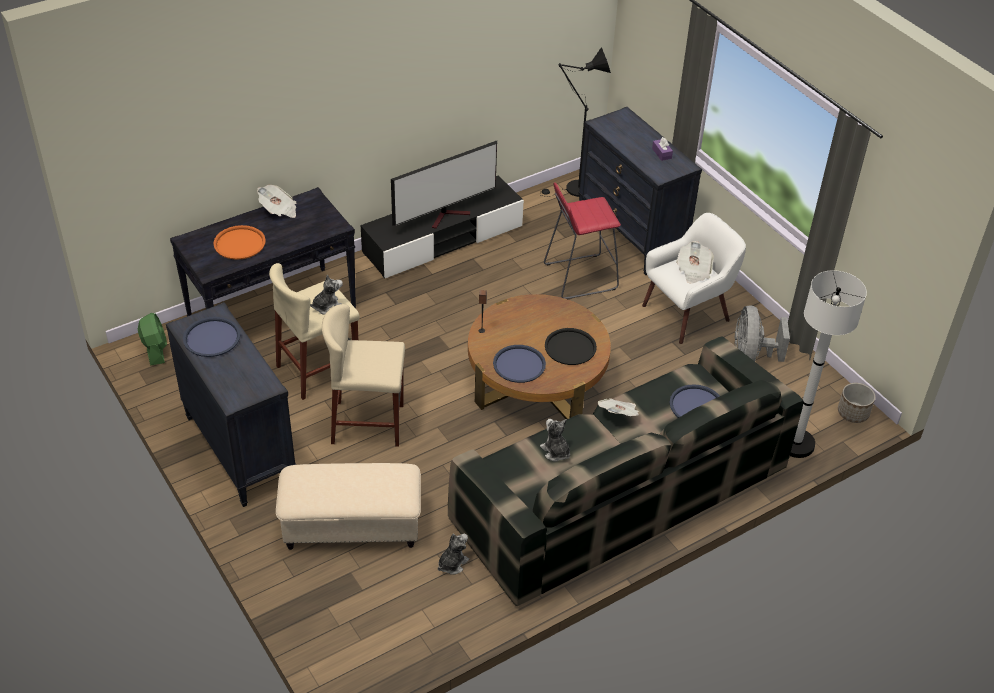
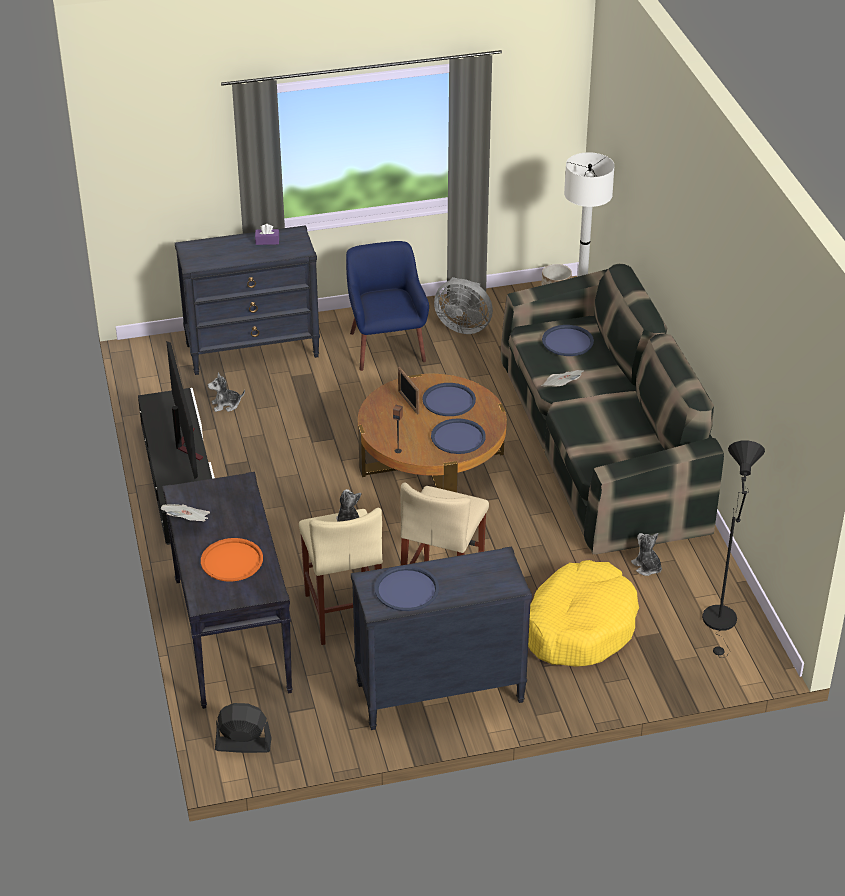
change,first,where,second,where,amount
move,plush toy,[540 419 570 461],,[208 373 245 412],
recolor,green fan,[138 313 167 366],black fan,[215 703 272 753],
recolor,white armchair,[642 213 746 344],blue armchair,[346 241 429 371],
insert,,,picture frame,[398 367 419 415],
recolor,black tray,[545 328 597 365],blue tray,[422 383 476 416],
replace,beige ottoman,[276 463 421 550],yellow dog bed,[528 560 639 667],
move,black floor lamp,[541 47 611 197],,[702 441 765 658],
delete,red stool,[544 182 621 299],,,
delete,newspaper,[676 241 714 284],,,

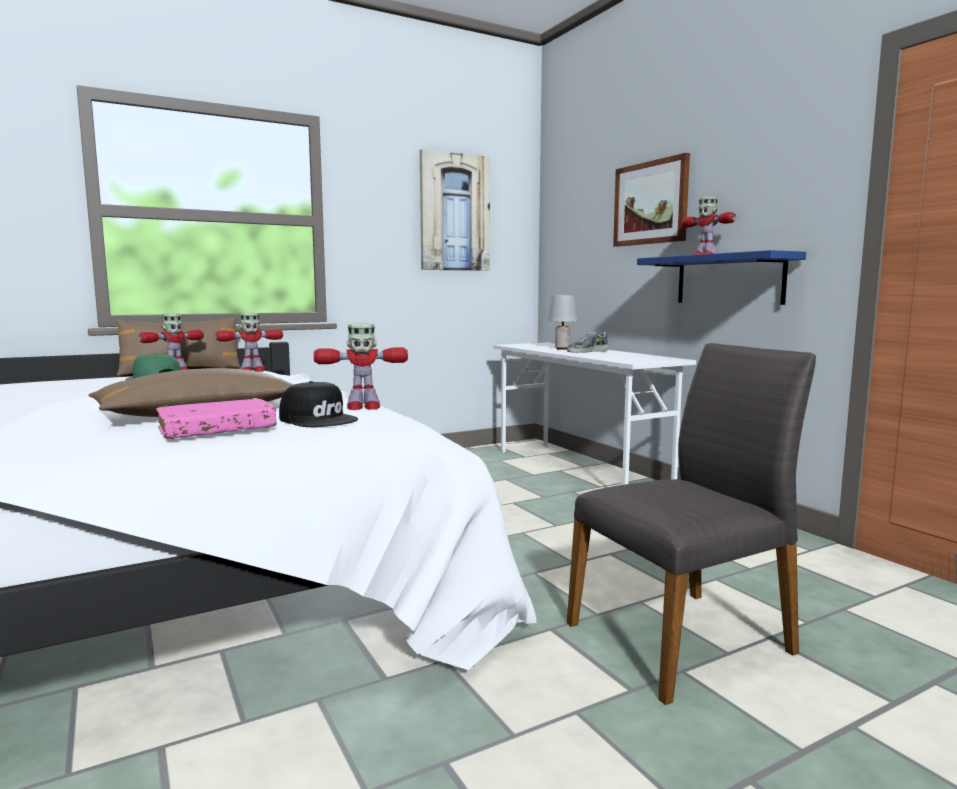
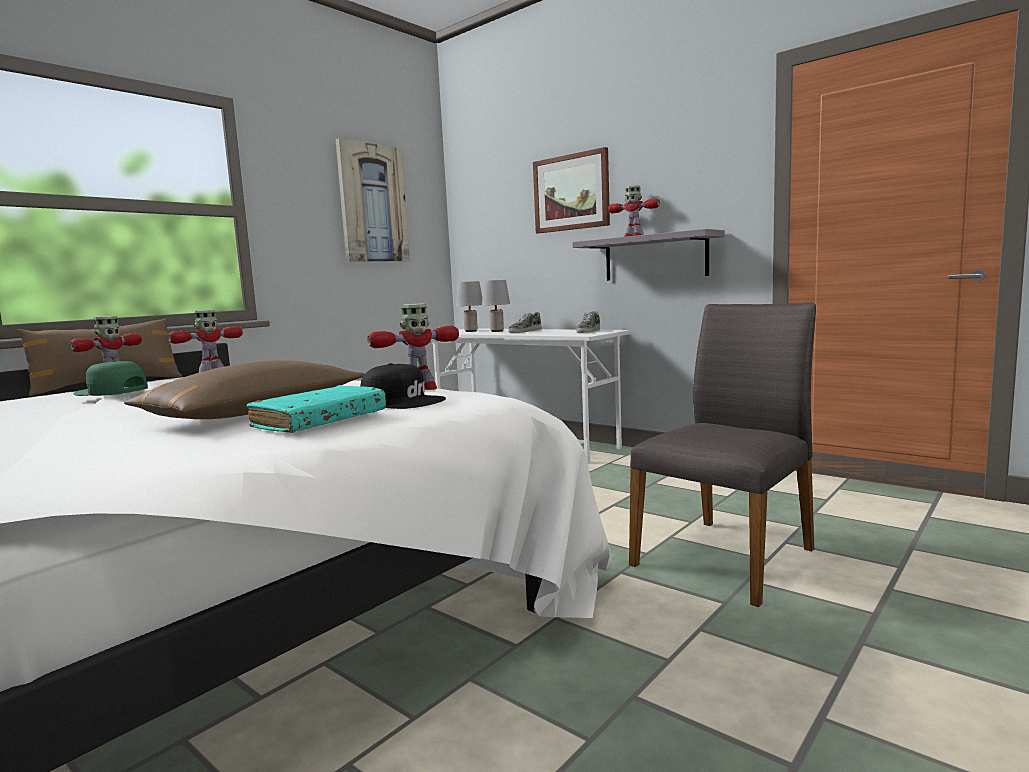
change,first,where,second,where,amount
recolor,pink book,[156 398 277 439],turquoise book,[246 385 386 433],
insert,,,grey table lamp,[456 281 482 332],
recolor,blue shelf,[637 250 806 305],grey shelf,[572 229 725 281],
insert,,,shoe,[577 311 600 333],

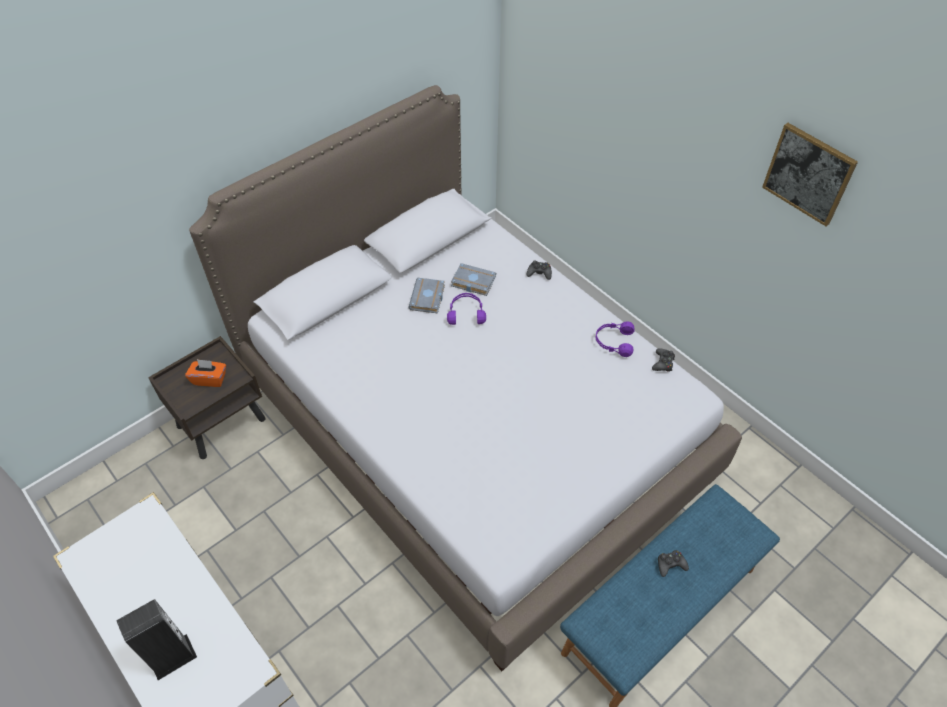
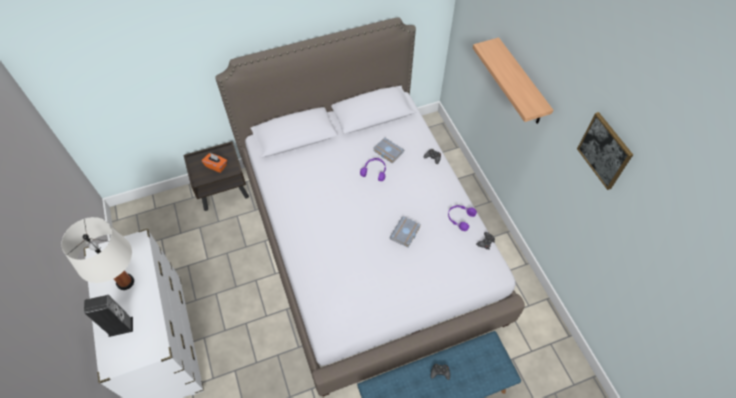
change,first,where,second,where,amount
insert,,,white table lamp,[61 217 134 290],
move,grey book,[408 278 445 313],,[389 216 421 248],
insert,,,shelf,[473 38 553 124],

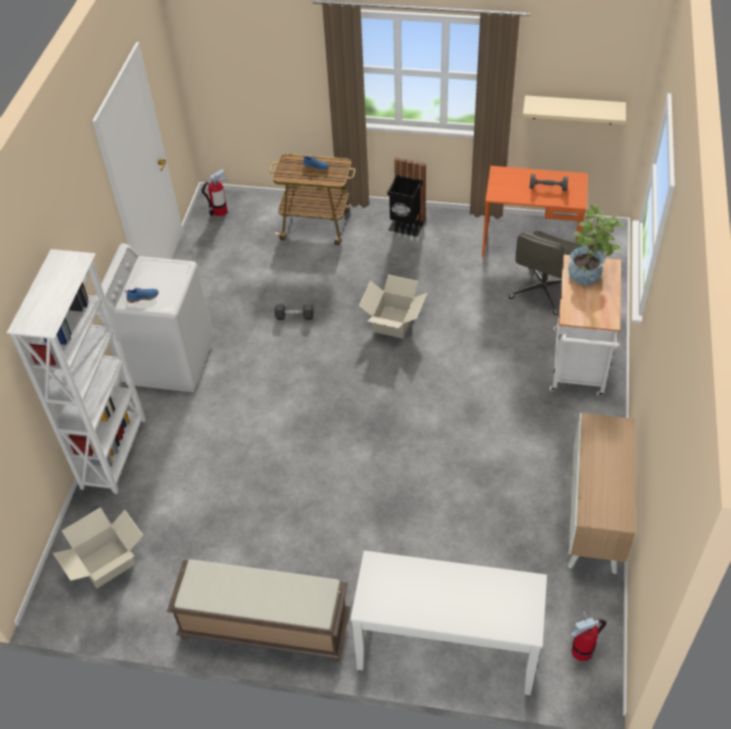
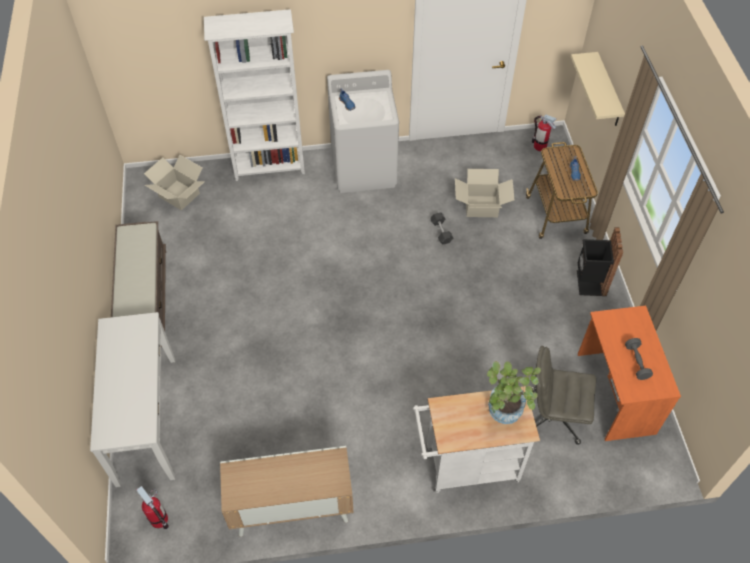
change,first,where,second,where,amount
move,cardboard box,[359 275 427 339],,[455 169 514 217],
move,beige shelf,[523 95 626 125],,[571 52 625 126],

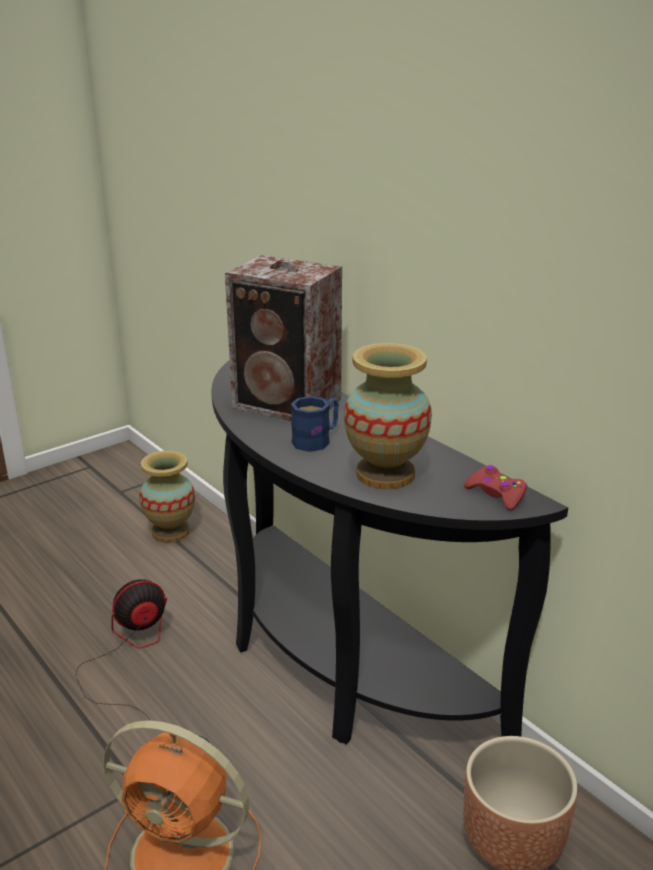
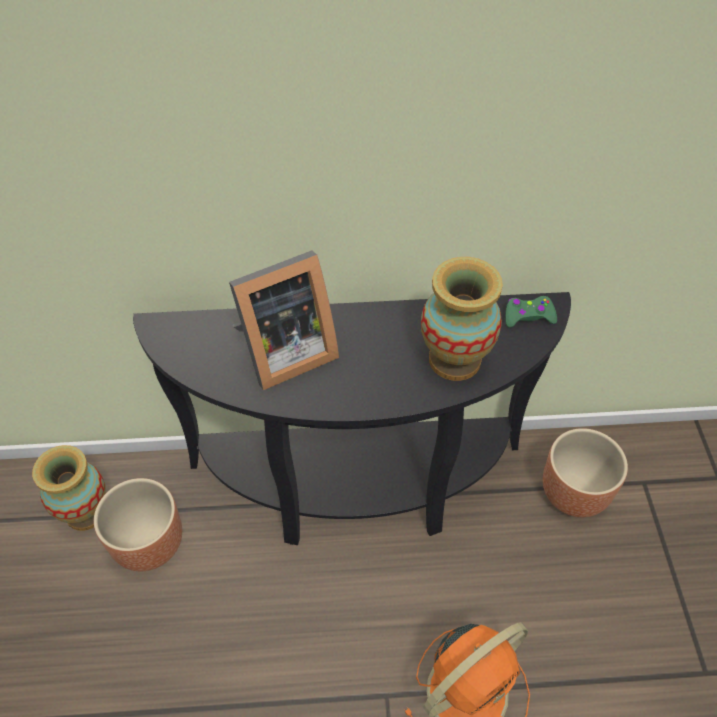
change,first,where,second,where,amount
insert,,,brown planter,[94 478 182 571],
replace,speaker,[225 255 342 421],picture frame,[229 250 339 390],
recolor,red game controller,[464 465 528 511],green game controller,[505 296 557 328],
delete,fan,[75 579 167 720],,,
delete,blue mug,[291 396 339 452],,,

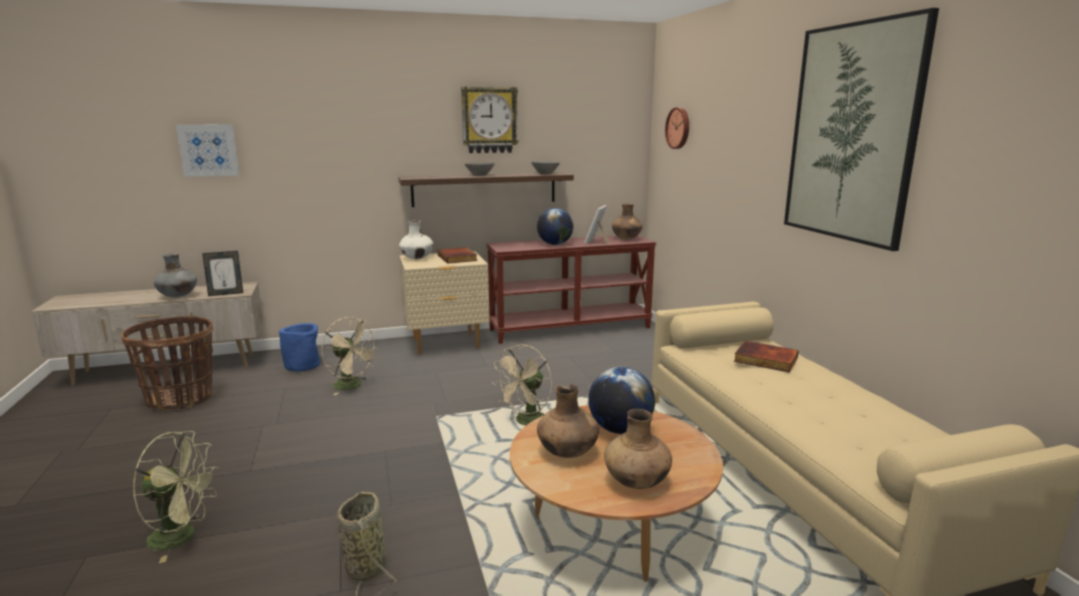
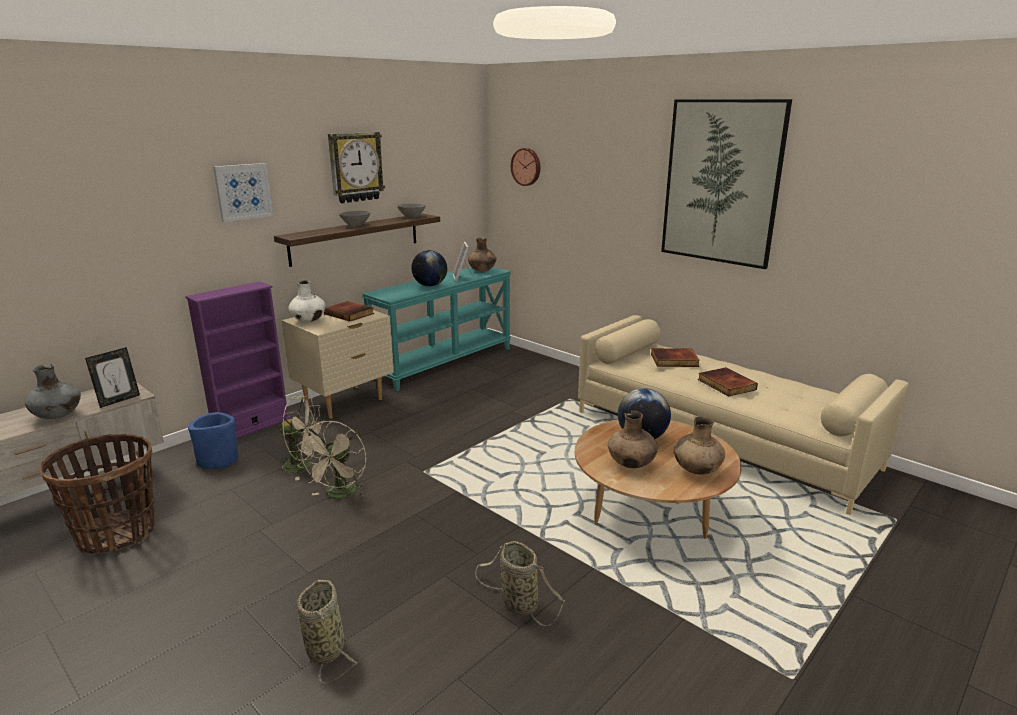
change,first,where,second,where,amount
insert,,,purple bookcase,[185 281 291 439],
move,picture,[176 125 239 177],,[213 163 273 222],
move,beige fan,[492 344 552 426],,[297 421 368 499],
replace,green fan,[133 431 219 563],basket,[297 580 359 684],
recolor,brown console table,[486 235 656 344],turquoise console table,[362 267 511 391],
insert,,,book,[698 368 758 397],

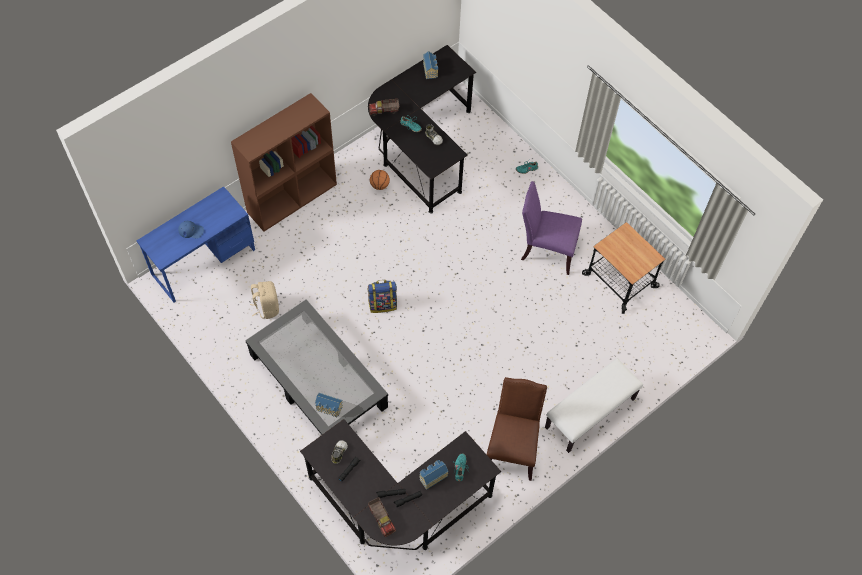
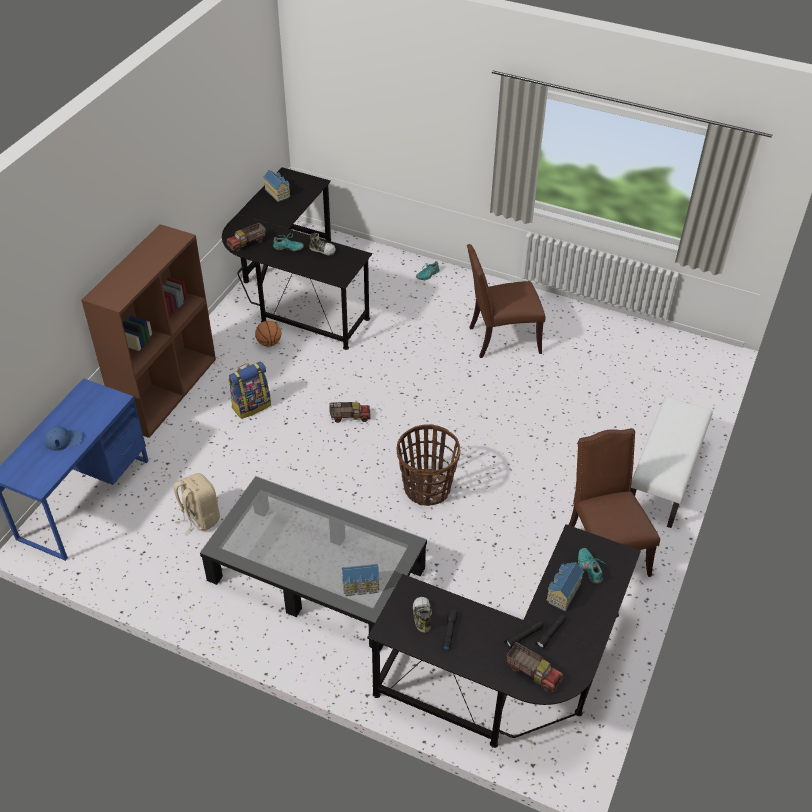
change,first,where,second,where,amount
move,backpack,[367 280 397 313],,[228 361 271 419],
insert,,,toy truck,[330 402 370 423],
insert,,,basket,[397 425 460 506],
recolor,purple chair,[521 181 582 275],brown chair,[467 244 546 358],
delete,cart,[582 222 666 314],,,

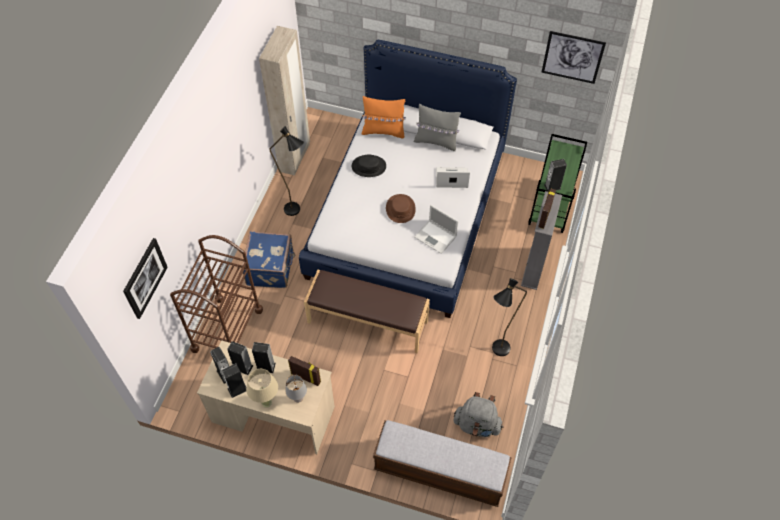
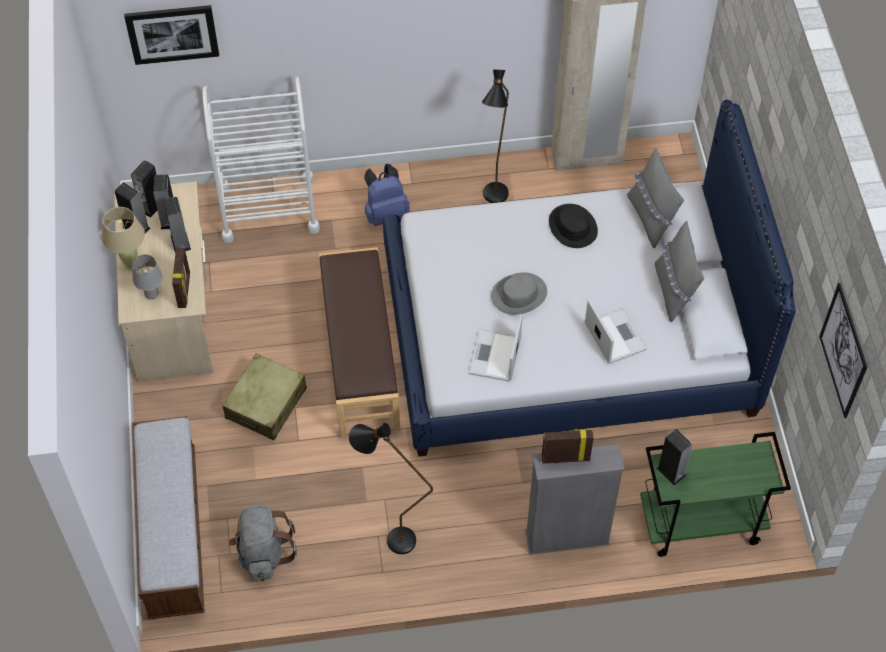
change,first,where,second,where,amount
recolor,brown cart,[170 235 263 353],white cart,[202 77 320 243],
insert,,,beige suitcase,[223 353 307 440],
replace,blue suitcase,[242 231 296 288],blue backpack,[364 164 410 226],
recolor,brown hat,[386 194 416 223],grey hat,[491 272 547 315],
recolor,orange pillow,[361 96 406 138],grey pillow,[627 148 684 248],

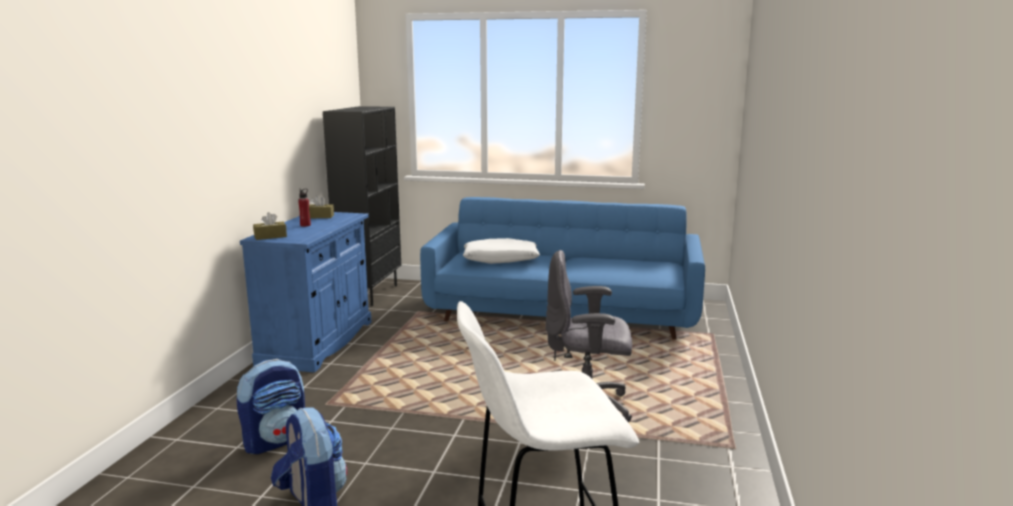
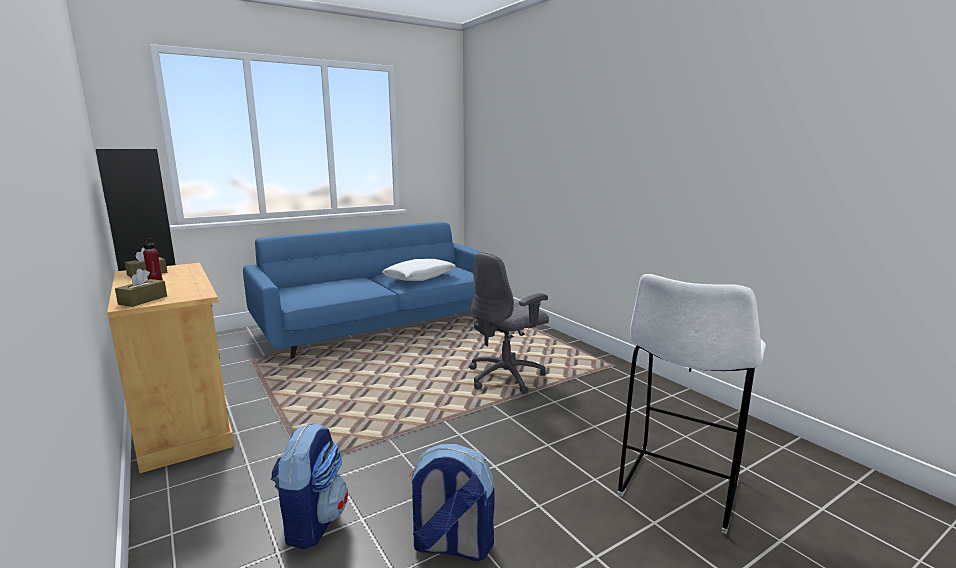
change,first,where,second,where,amount
recolor,blue cabinet,[240 212 371 372],beige cabinet,[107 263 235 473],
move,white pillow,[463 238 540 264],,[382 259 456 281],

